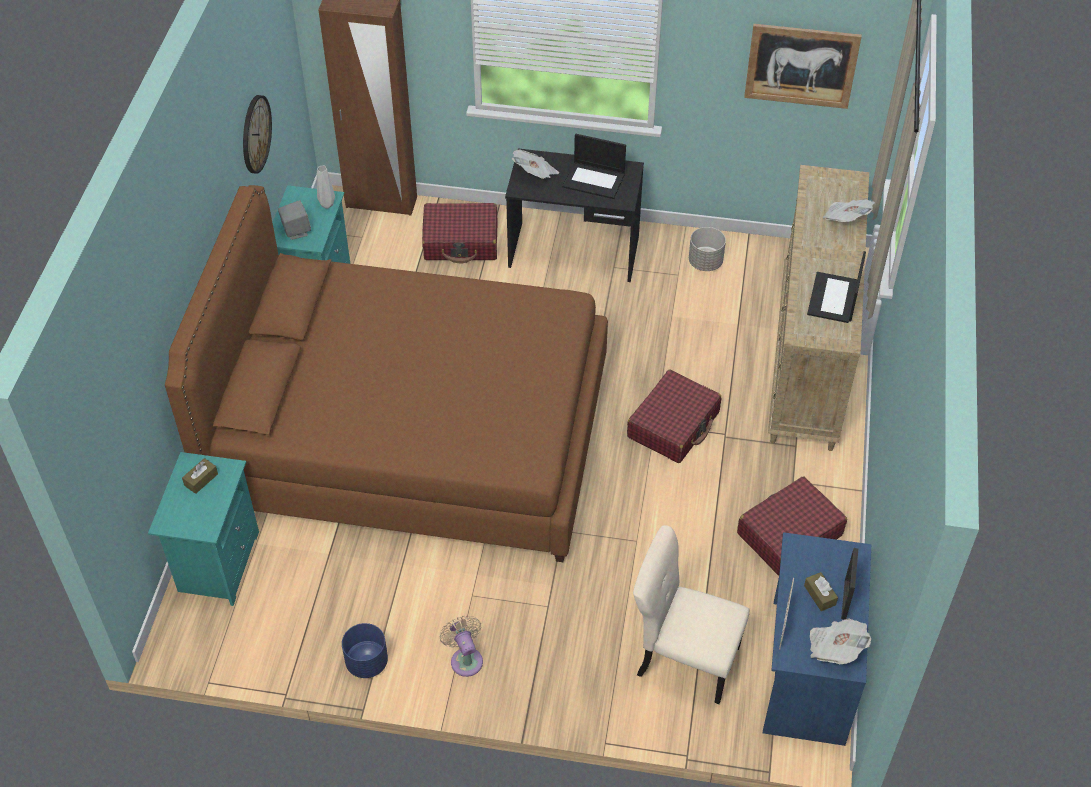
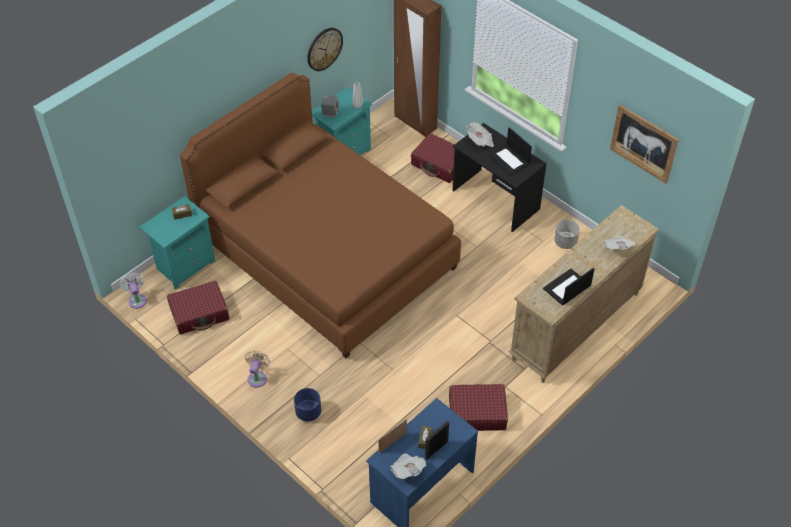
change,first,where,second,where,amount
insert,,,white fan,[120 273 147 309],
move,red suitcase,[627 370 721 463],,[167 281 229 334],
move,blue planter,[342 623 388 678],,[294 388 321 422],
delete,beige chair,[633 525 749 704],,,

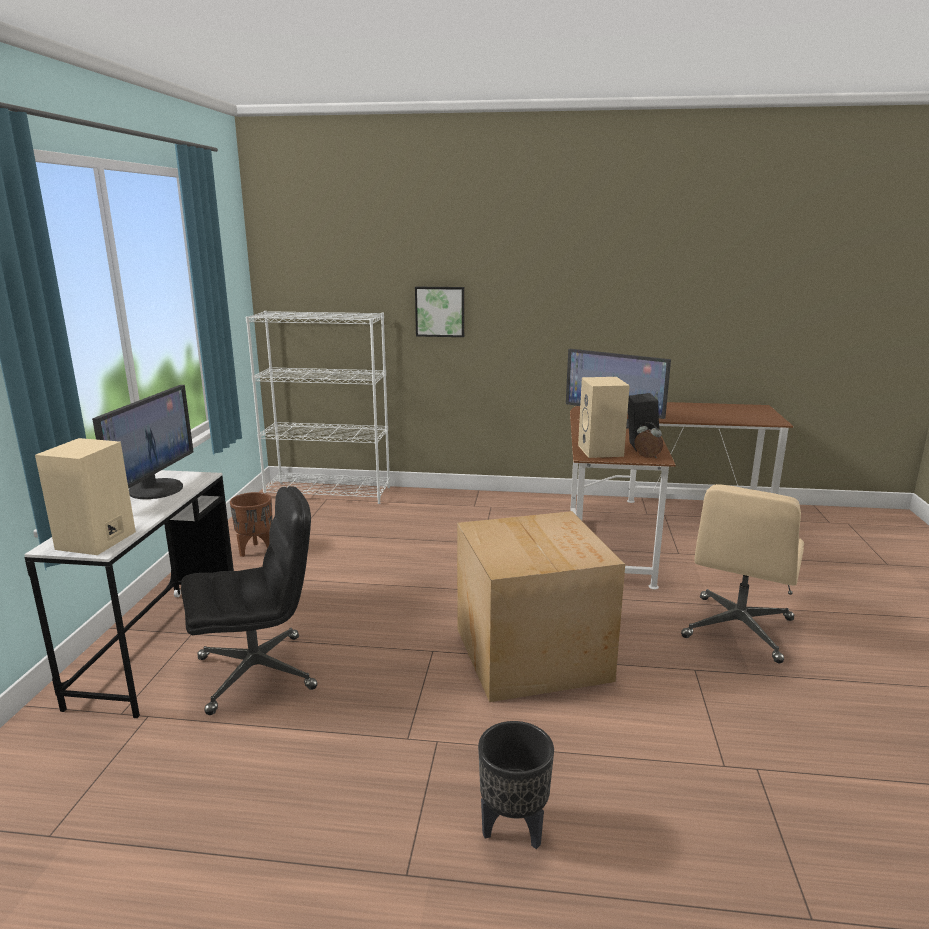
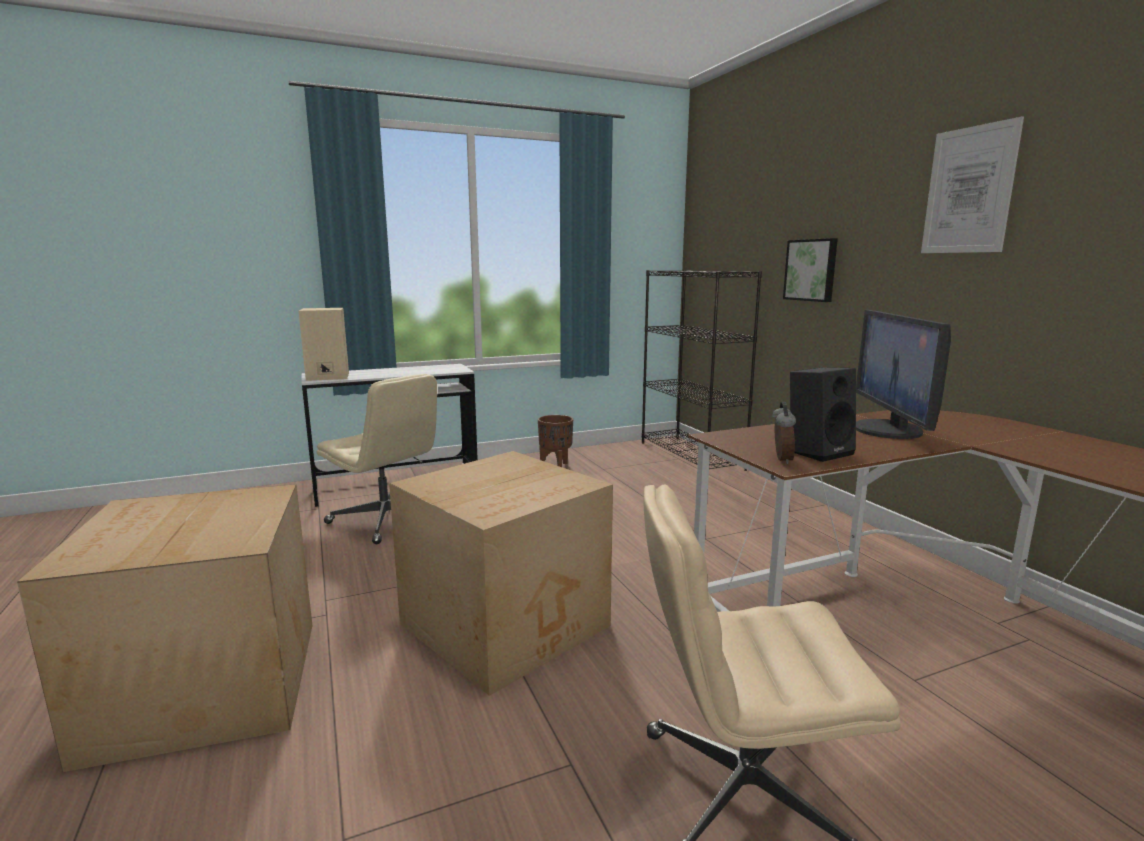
change,first,where,second,where,amount
replace,black planter,[478 721 554 849],cardboard box,[17 484 313 772],
recolor,black office chair,[181 486 317 715],beige office chair,[316 374 437 544],
recolor,white bookcase,[246 311 390 504],black bookcase,[642 270 762 471],
insert,,,picture,[921 116 1024 253],
delete,monitor,[92 385 194 499],,,
delete,beige speaker,[578 377 630 458],,,

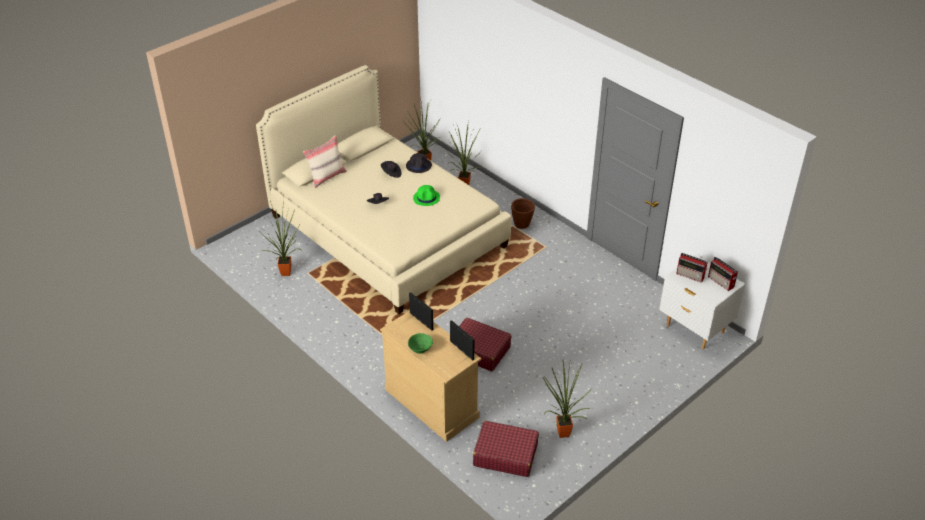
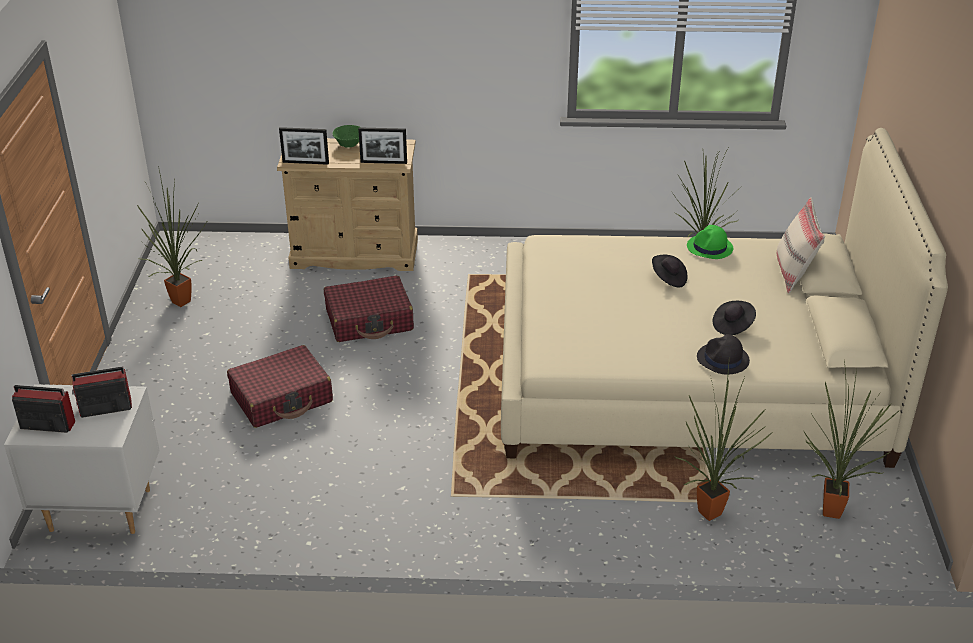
change,first,where,second,where,amount
move,red suitcase,[473 421 539 477],,[227 345 333 428],
move,green hat,[413 185 440 206],,[687 225 733 259],
delete,brown planter,[511 198 535 229],,,

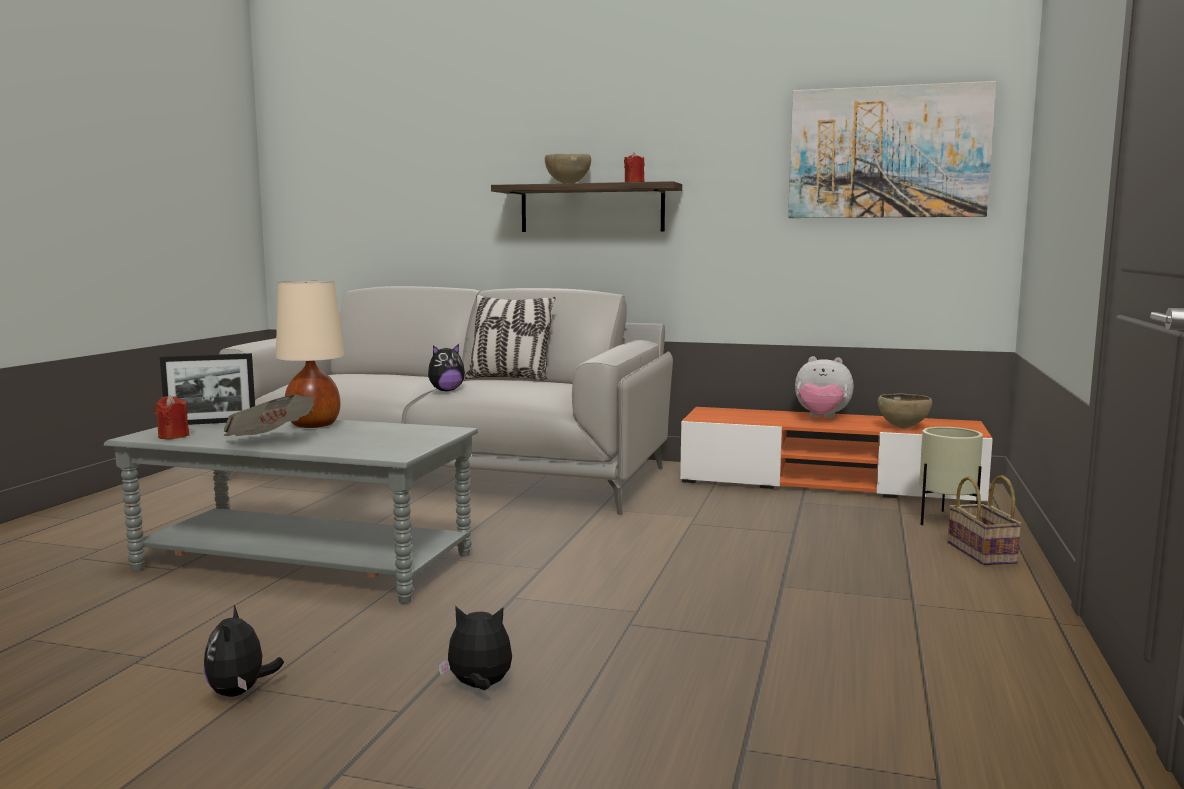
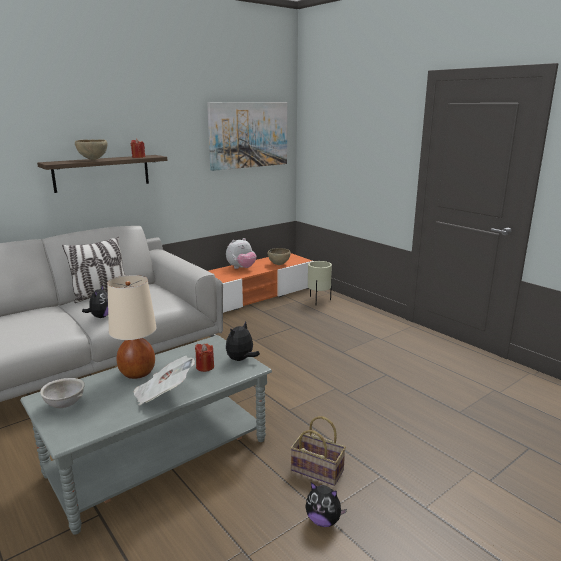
change,first,where,second,where,amount
replace,picture frame,[160 353 255 425],grey bowl,[40 378 85 408],
move,red candle,[154 395 189 439],,[195 343 214 372],
move,plush toy,[438 606 512 690],,[226 322 260 361],
move,basket,[948 475 1022 565],,[290 416 346 486],

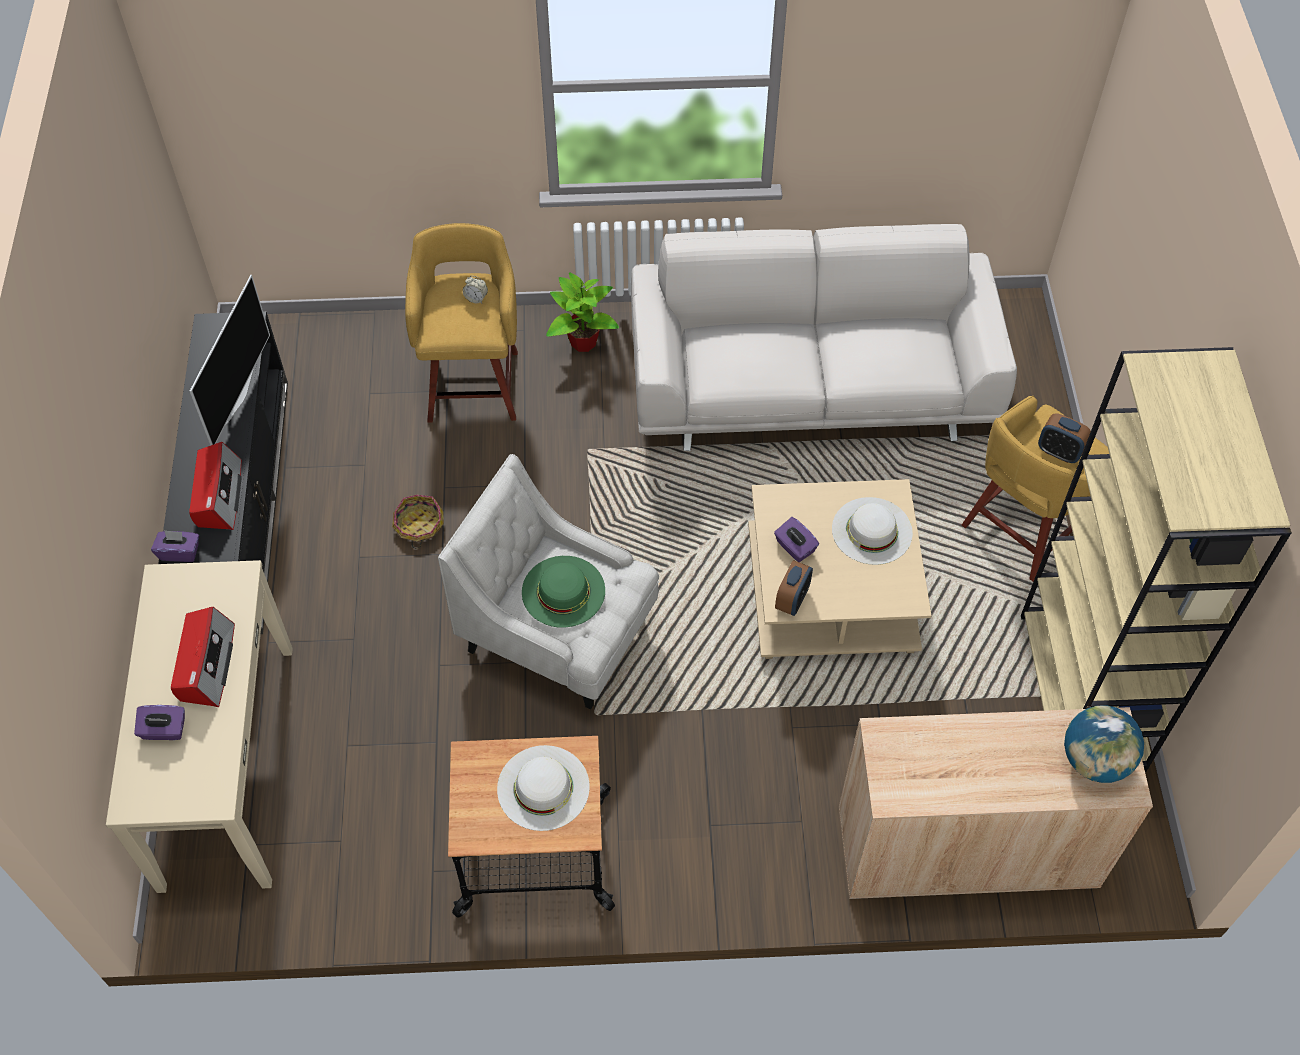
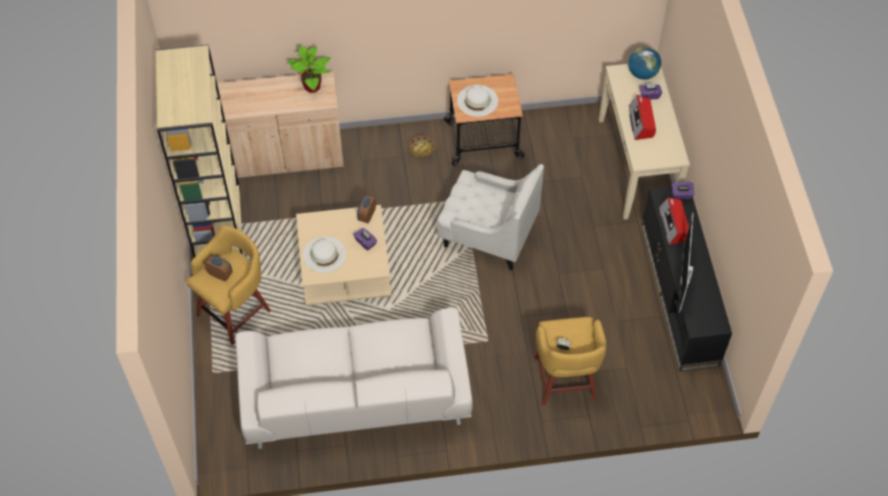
change,first,where,second,where,amount
move,potted plant,[546 272 619 352],,[288 45 331 93],
move,basket,[392 495 444 549],,[408 134 435 158],
move,globe,[1064 705 1144 783],,[628 47 661 80],
delete,green hat,[522 556 605 628],,,

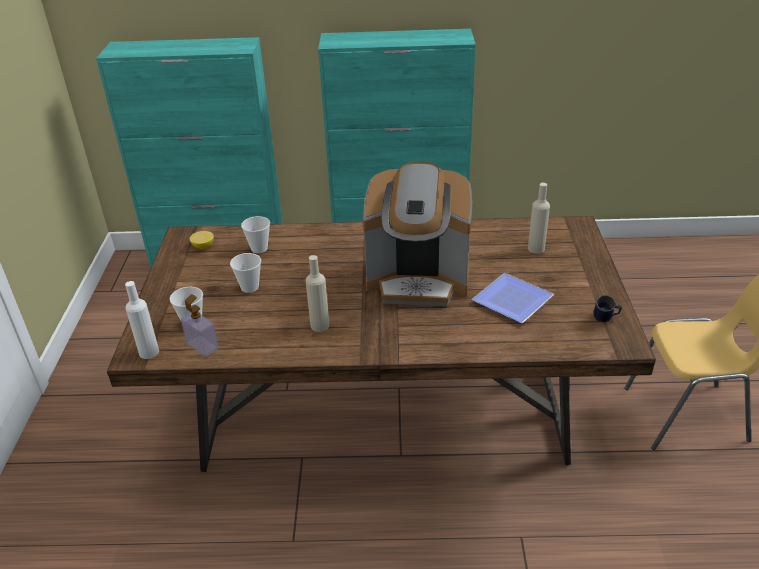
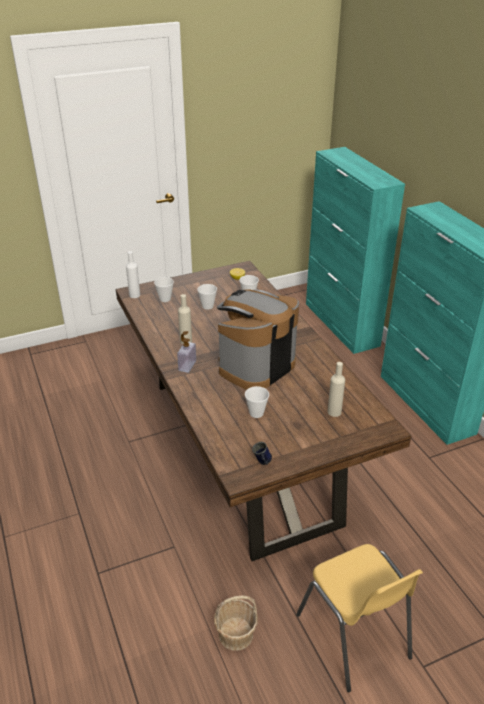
change,first,where,second,where,amount
move,soap dispenser,[181 294 219 357],,[177 331 196 373],
insert,,,basket,[214 595 258 651],
rotate,coffee machine,[363 162 472 306],,[217 289 299 390],60 degrees clockwise
replace,plate,[471 273 554 324],cup,[245 386 269 418],

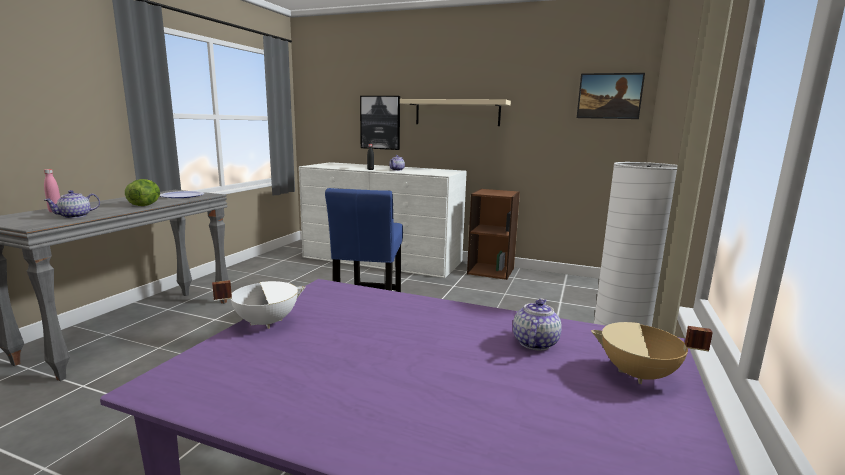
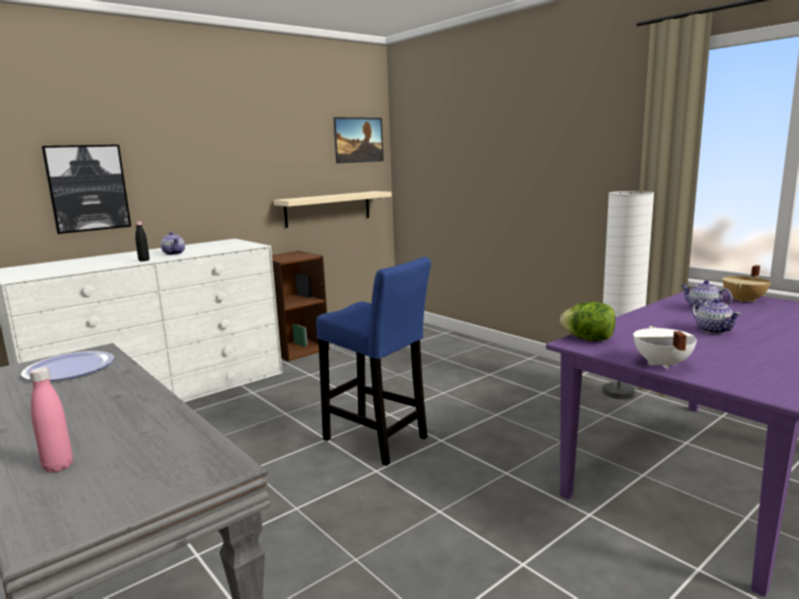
change,first,where,second,where,amount
move,beige shelf,[400 99 511 126],,[273 191 392 228],
move,lettuce,[125 179 160 206],,[560 302 616 341],
move,teapot,[44 190 100 218],,[692 298 741 334],

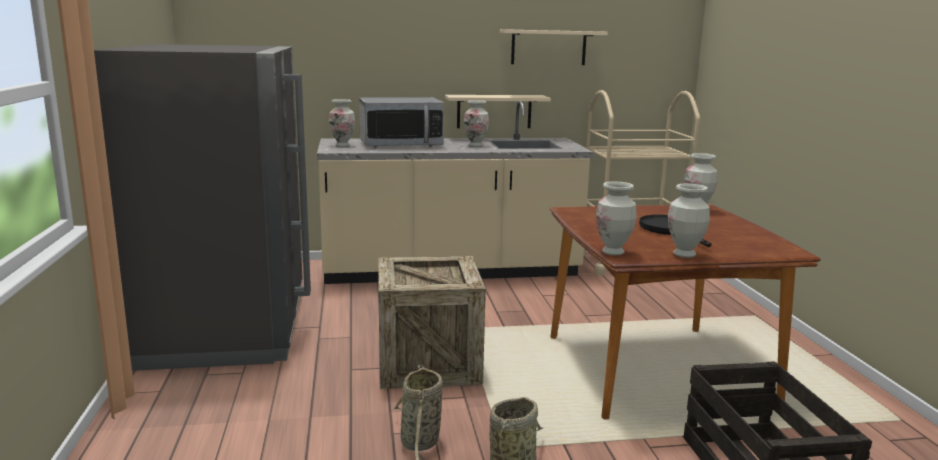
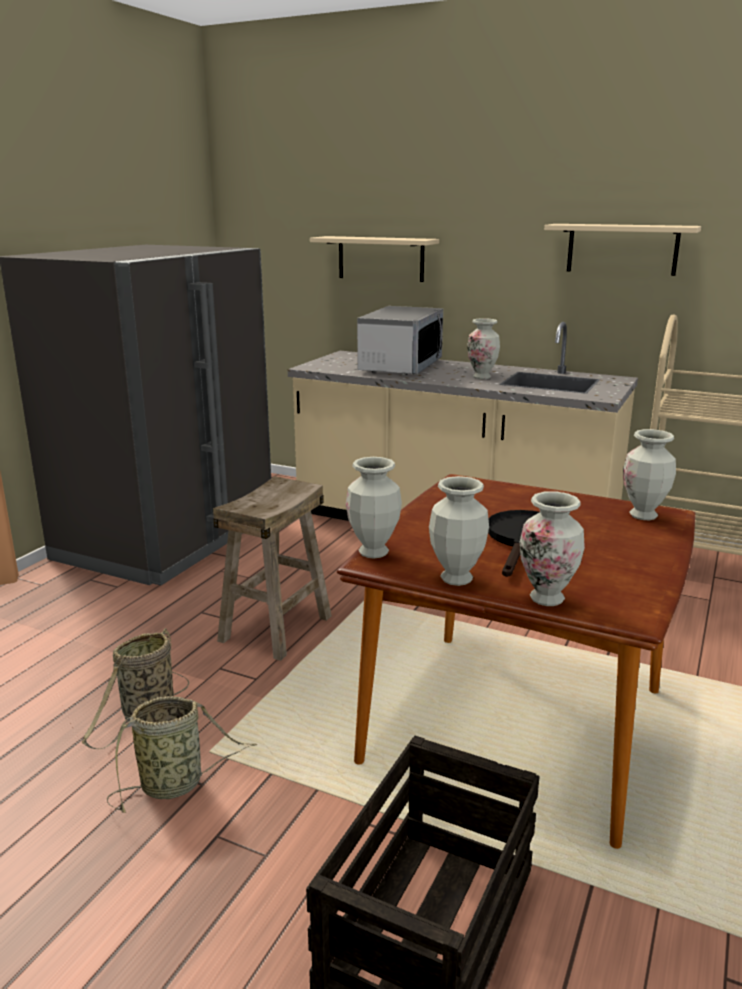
change,first,where,second,where,amount
replace,crate,[379 256 486 389],beige stool,[213 476 332 661],
move,beige shelf,[445 95 551 128],,[310 236 439 282],
rotate,microwave,[359 97 444 148],,[357 306 443 375],90 degrees counterclockwise
move,vase,[329 99 355 147],,[520 491 585 606],

